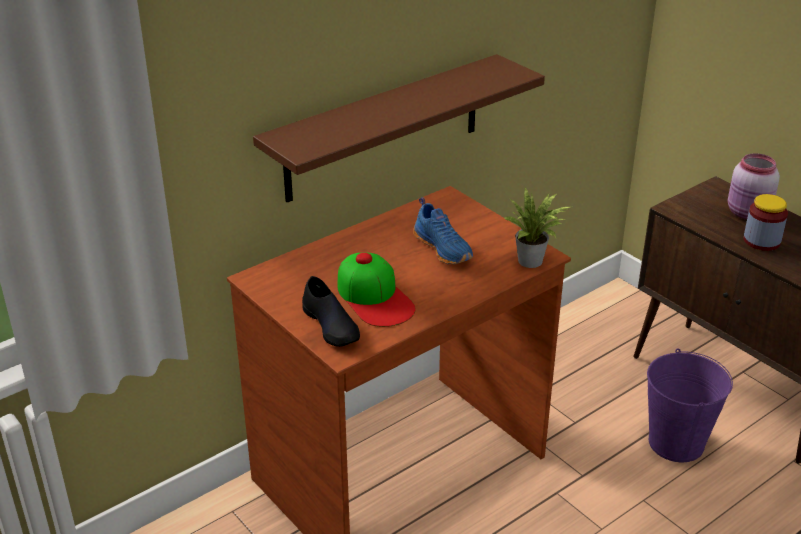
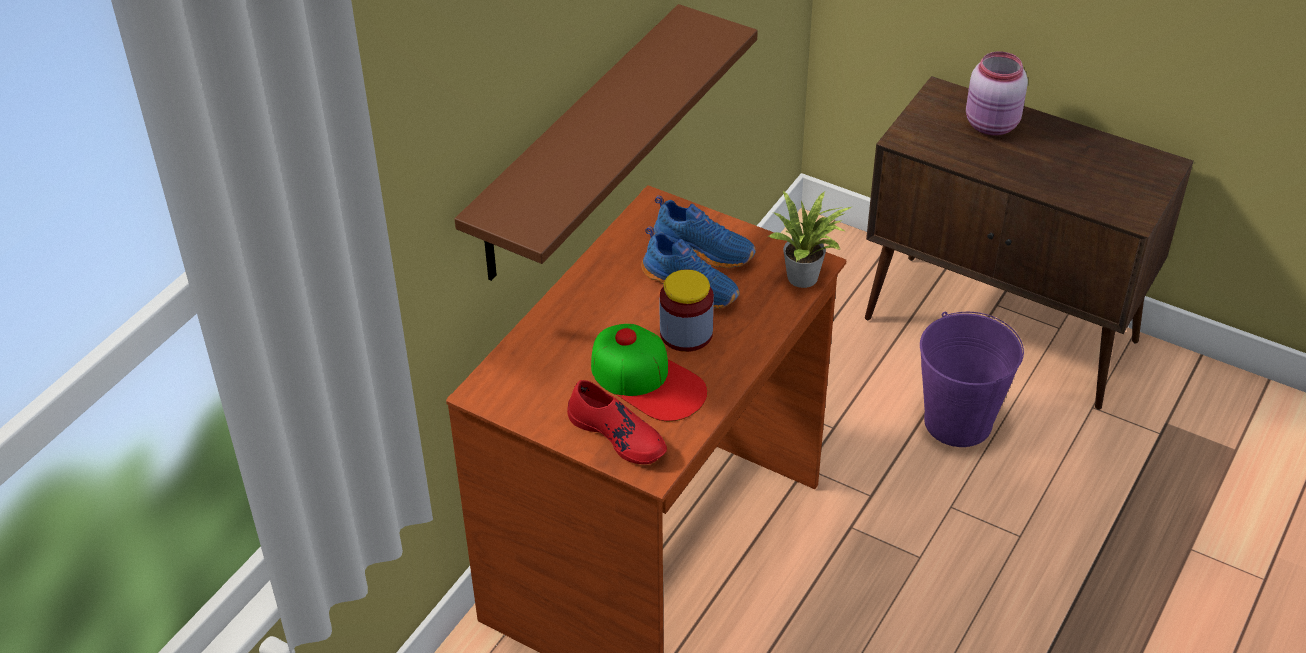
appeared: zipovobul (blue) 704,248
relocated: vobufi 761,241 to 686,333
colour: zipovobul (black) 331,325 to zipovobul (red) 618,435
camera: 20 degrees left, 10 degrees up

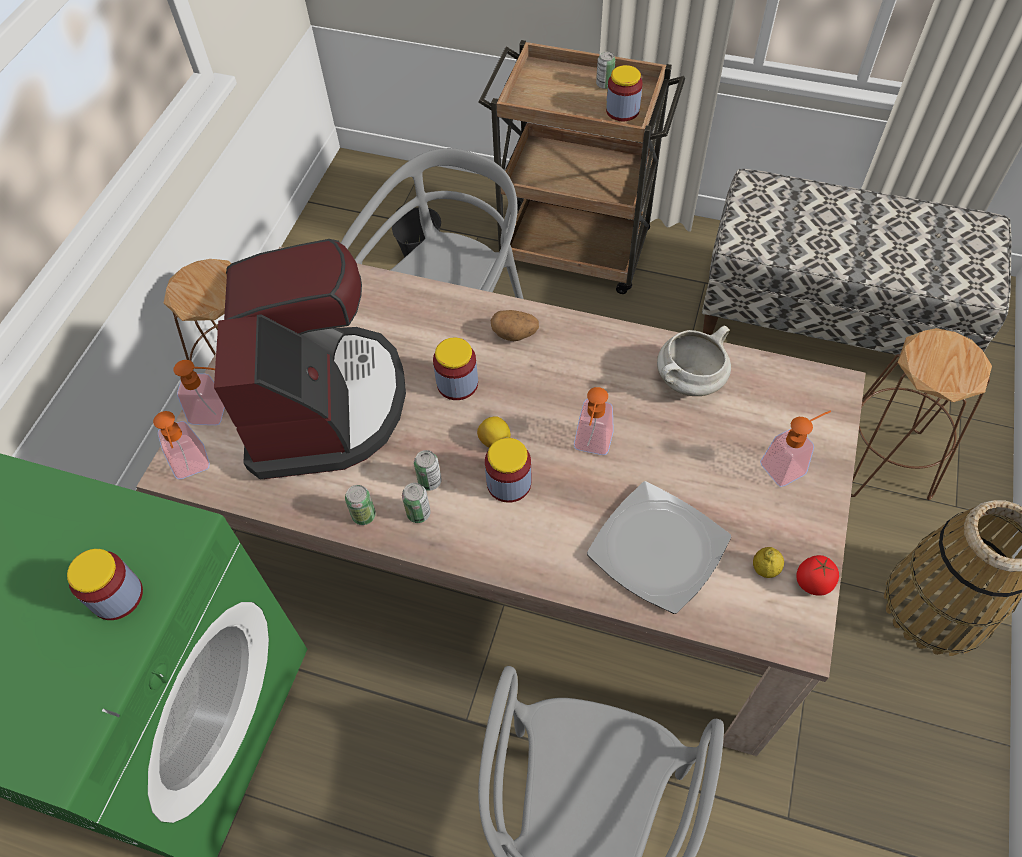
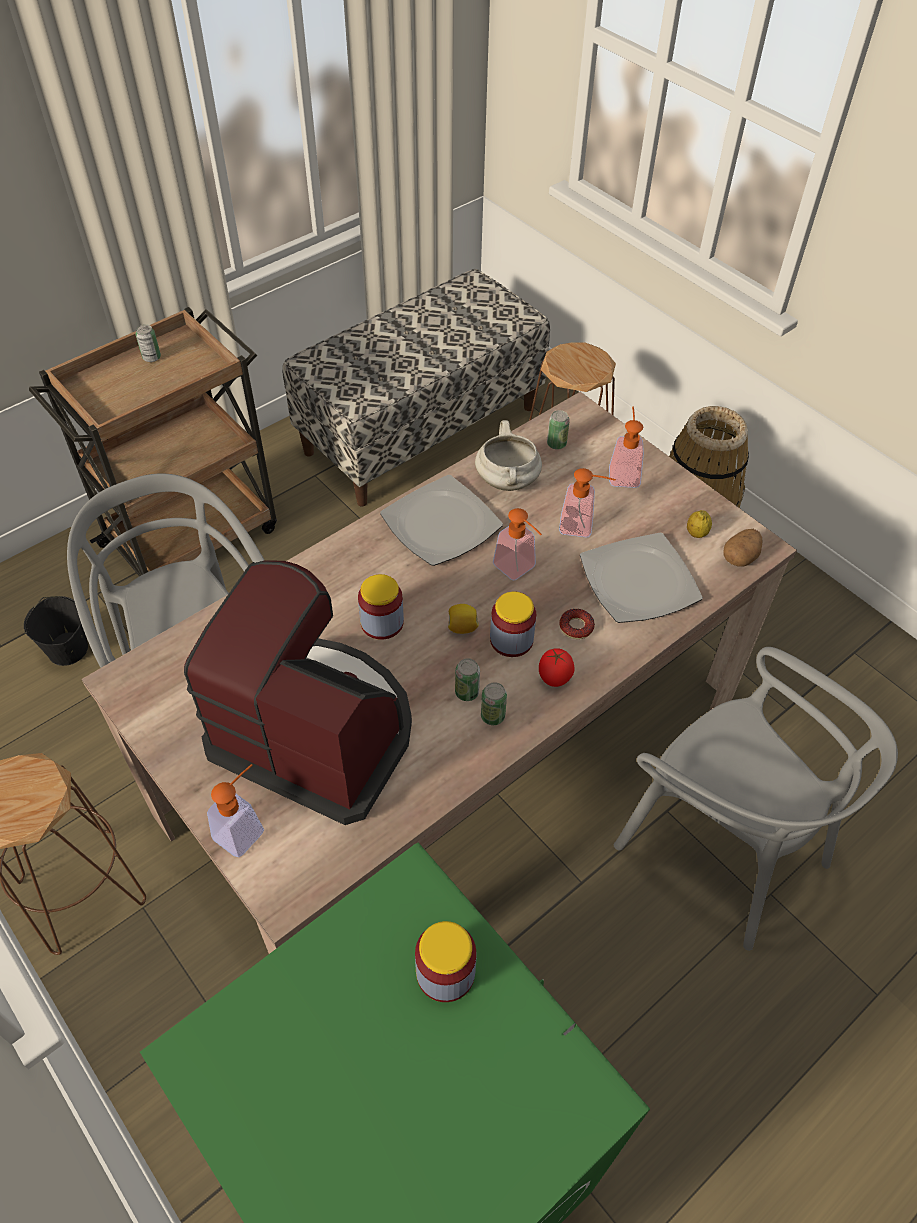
missing: vobufi 622,110
appeared: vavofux 442,524; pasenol 576,627
relocated: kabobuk 192,468 to 583,526; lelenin 364,515 to 556,444; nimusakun 515,334 to 740,557; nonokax 812,583 to 554,678
camera: 60 degrees left, 5 degrees down

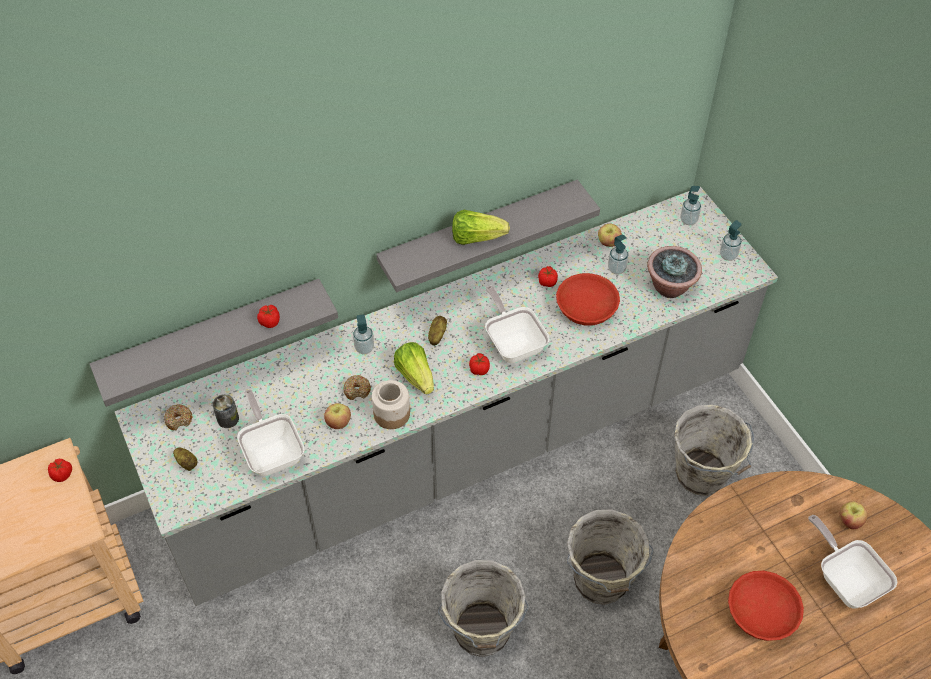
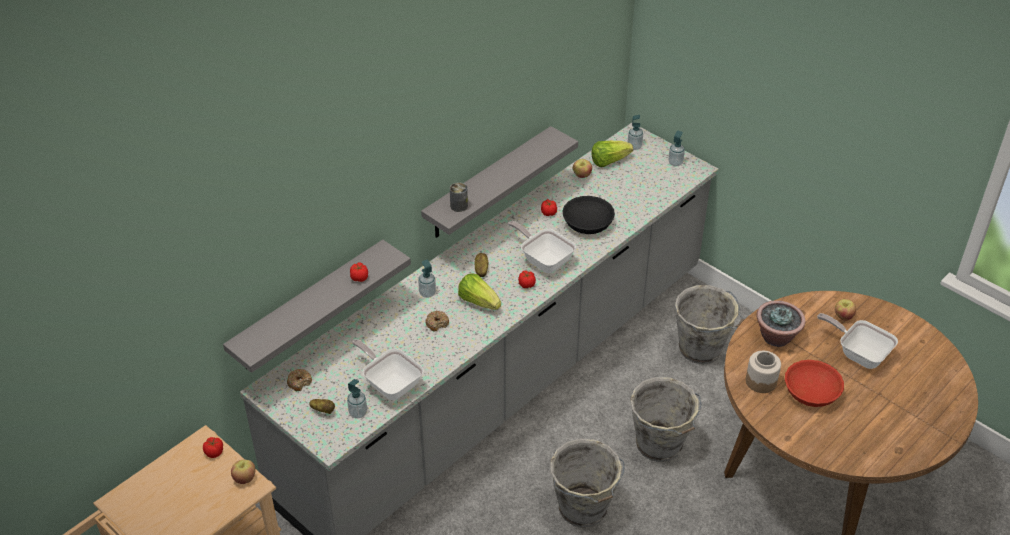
relocated: lelenin 228,419 to 459,206; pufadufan 338,422 to 244,478; vobufi 392,413 to 761,381; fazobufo 476,237 to 609,161; kabobuk 616,269 to 358,413; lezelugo 670,287 to 776,337
colour: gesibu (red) 586,308 to gesibu (black) 587,223
camera: 20 degrees left, 10 degrees down

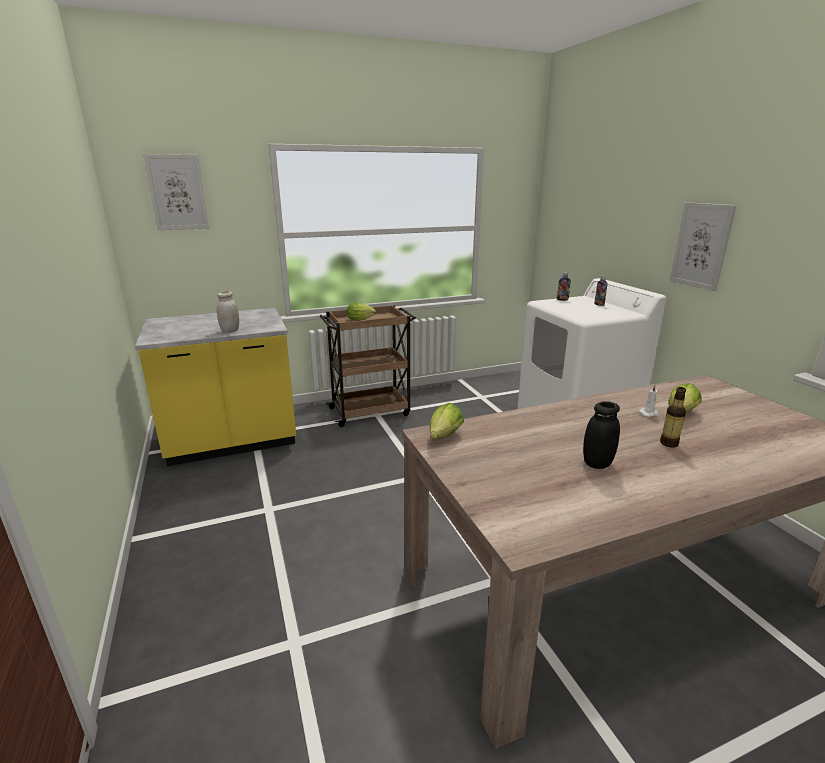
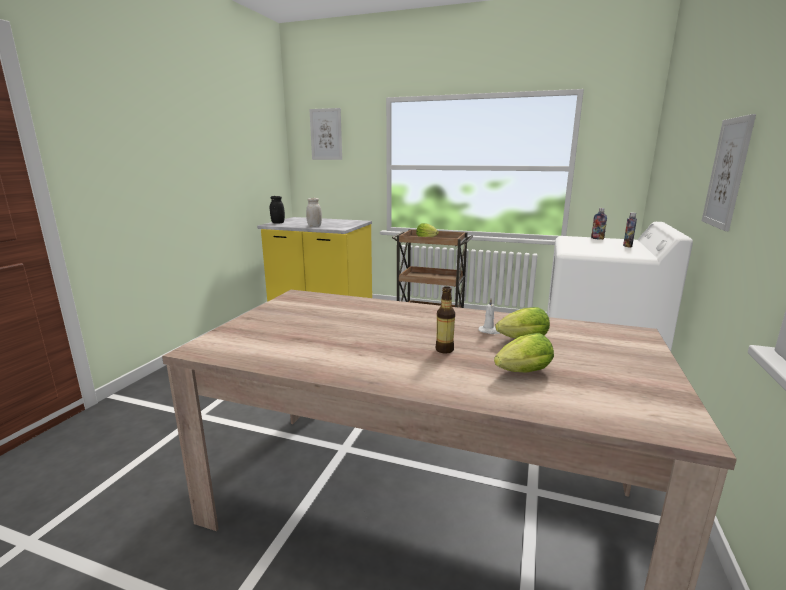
relocated: fazobufo 443,438 to 521,373; vobufi (black) 597,463 to 278,223
camera: 40 degrees right, 5 degrees down

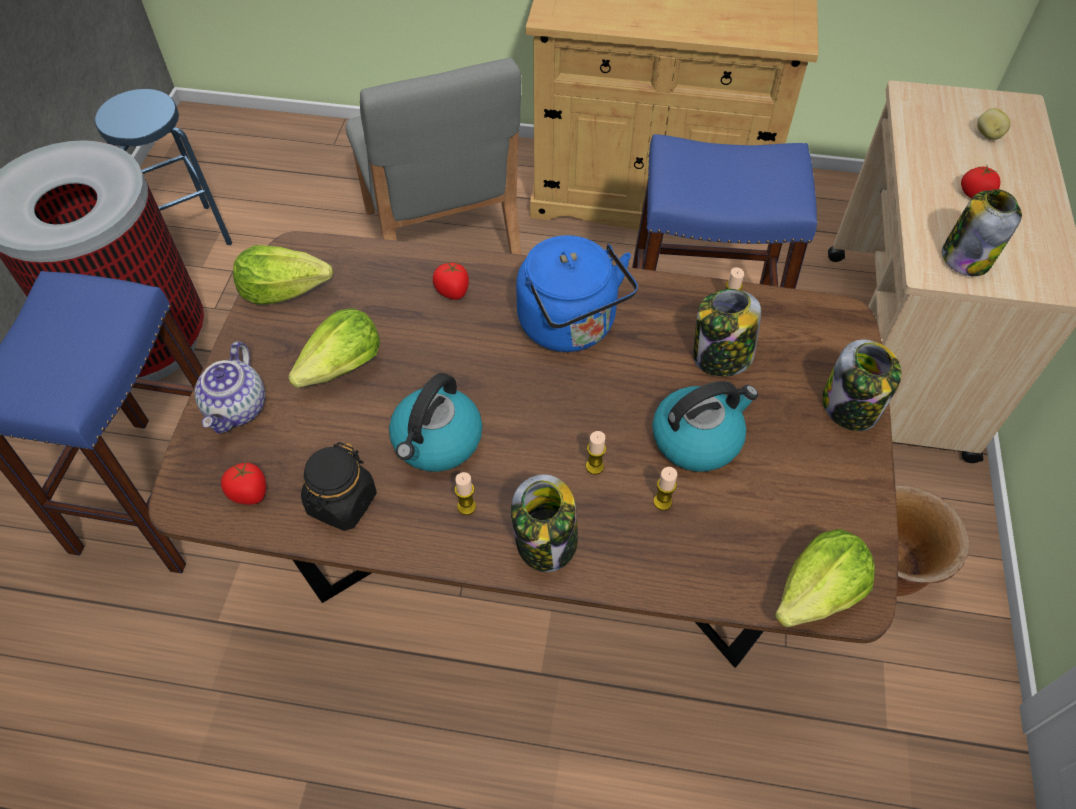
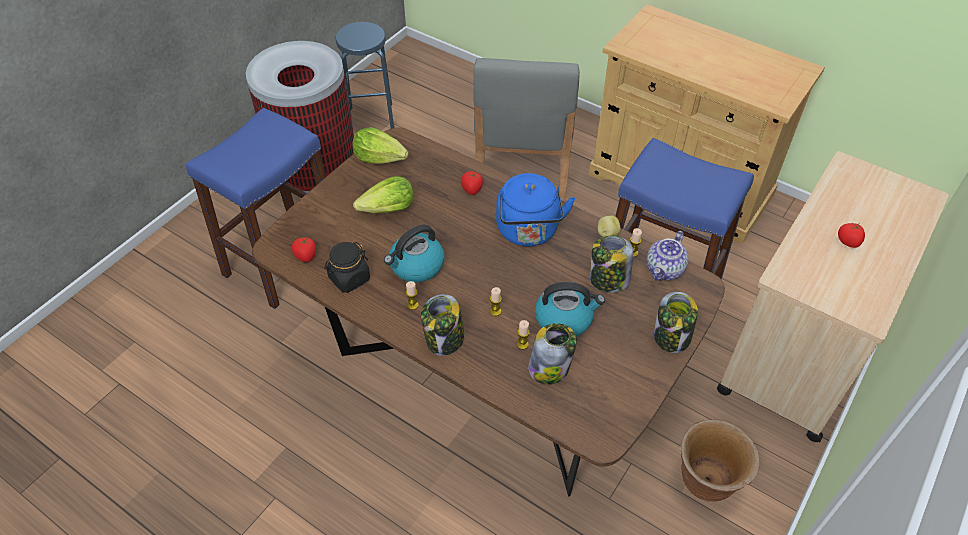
missing: fazobufo 817,593
relocated: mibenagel 238,409 to 665,270; vobufi 966,257 to 549,367; nimusakun 987,135 to 607,234
camera: 25 degrees right, 5 degrees down

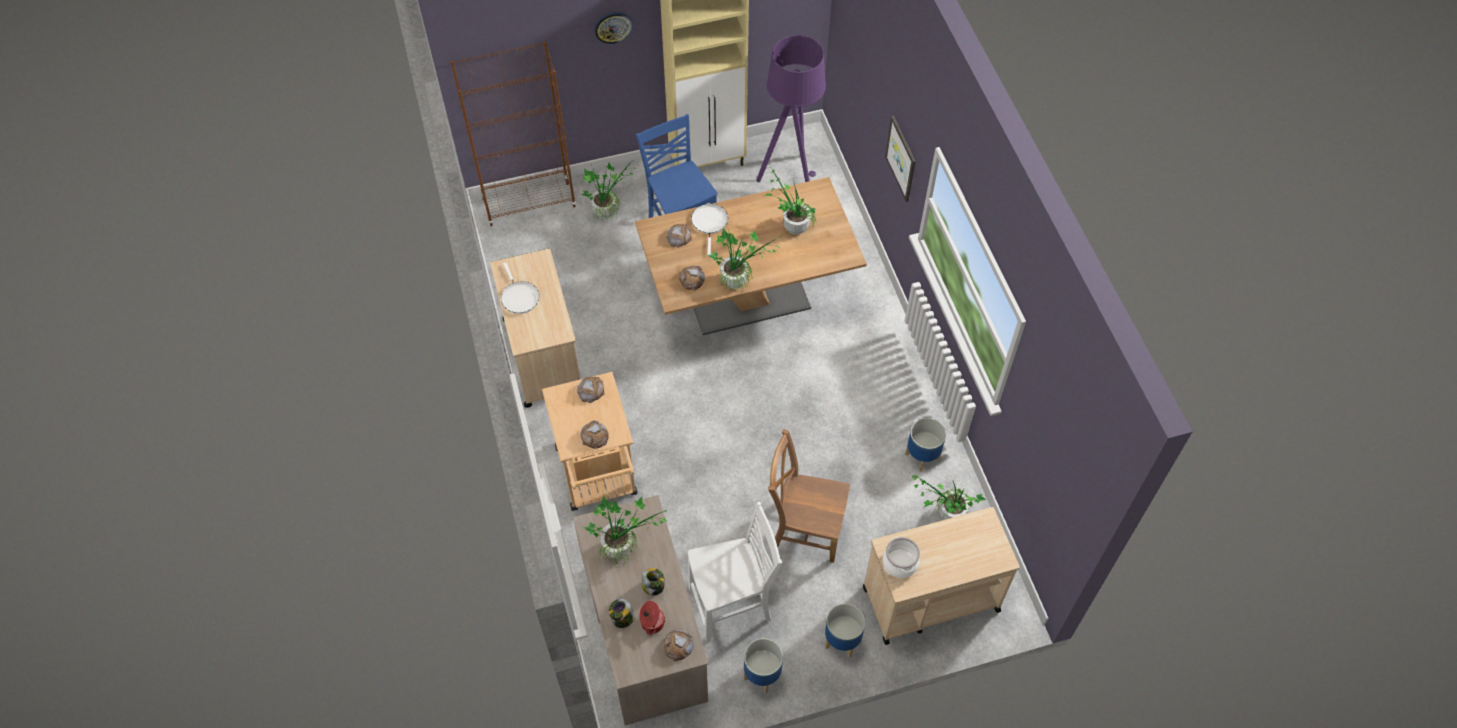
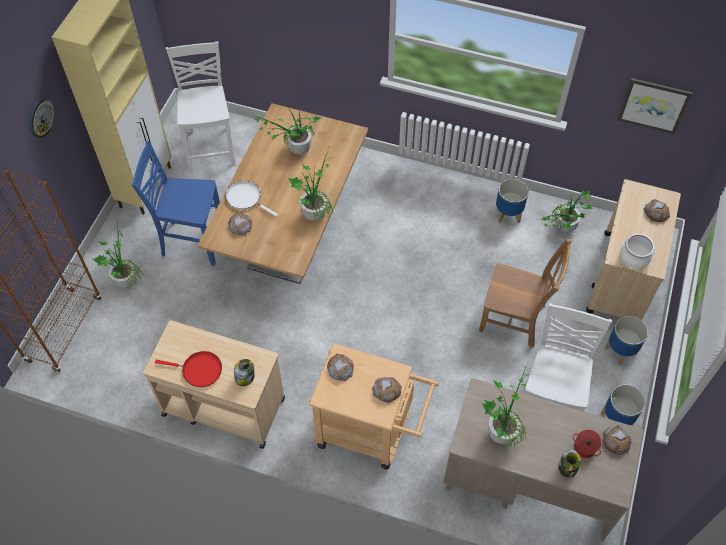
relocated: vobufi 653,586 to 245,377; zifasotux 692,279 to 656,212; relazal 902,158 to 653,105
exchanged: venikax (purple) 790,178 to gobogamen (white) 211,146
colour: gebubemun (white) 519,297 to gebubemun (red) 199,370
spun: gobogamen (brown) 804,528 = 515,319 120 degrees counterclockwise
camera: 55 degrees left, 0 degrees up

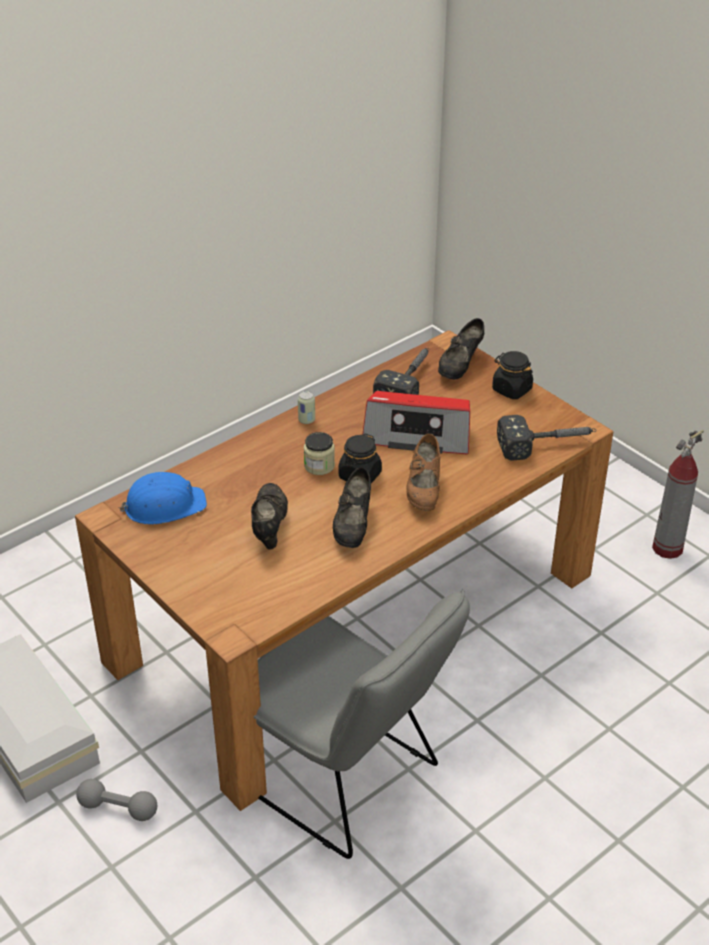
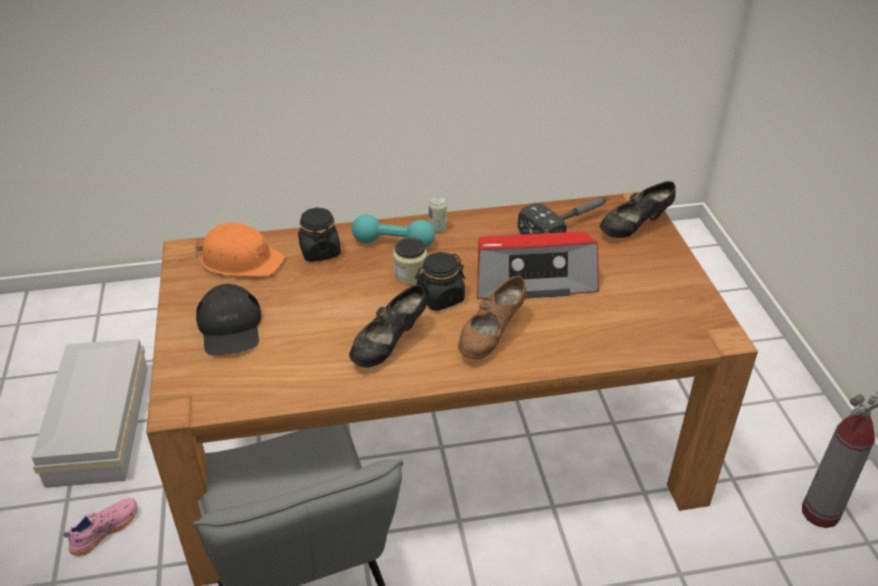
missing: zipovobul (black) 269,526; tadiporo 548,444
appeared: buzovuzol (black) 230,327; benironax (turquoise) 393,243
relocated: vobufi (black) 511,389 to 320,251
exchanged: benironax (grey) 118,808 to zipovobul (pink) 104,530
colour: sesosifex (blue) 164,506 to sesosifex (orange) 241,260
spun: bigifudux 418,434 = 533,279 45 degrees counterclockwise
camera: 30 degrees right, 0 degrees up

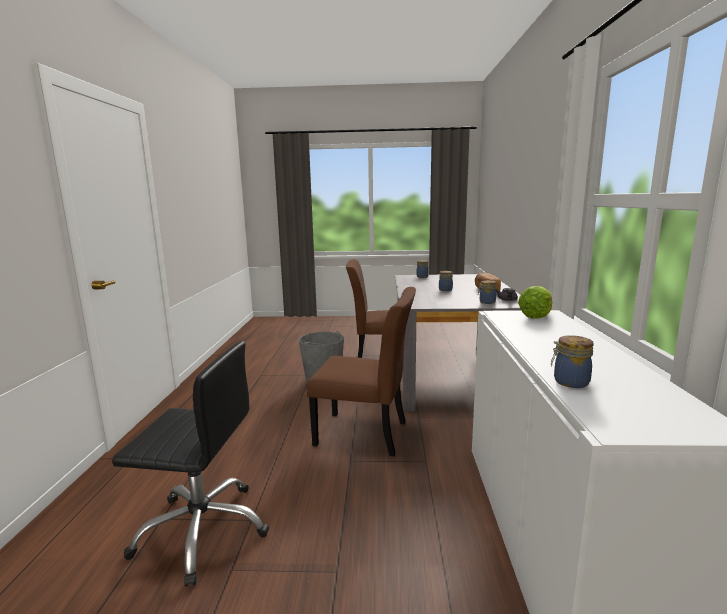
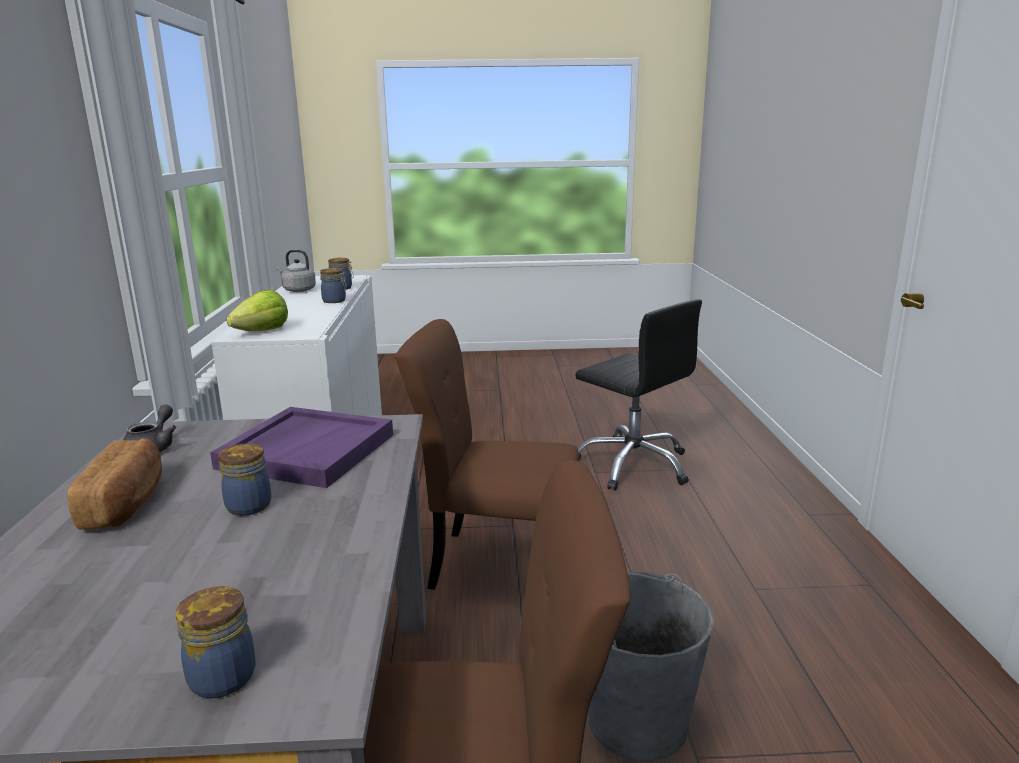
appeared: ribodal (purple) 307,450; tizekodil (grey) 297,290
relocated: vobufi 486,302 to 335,301
spun: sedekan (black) 203,529 = 633,465 135 degrees counterclockwise
camera: 175 degrees right, 5 degrees up

